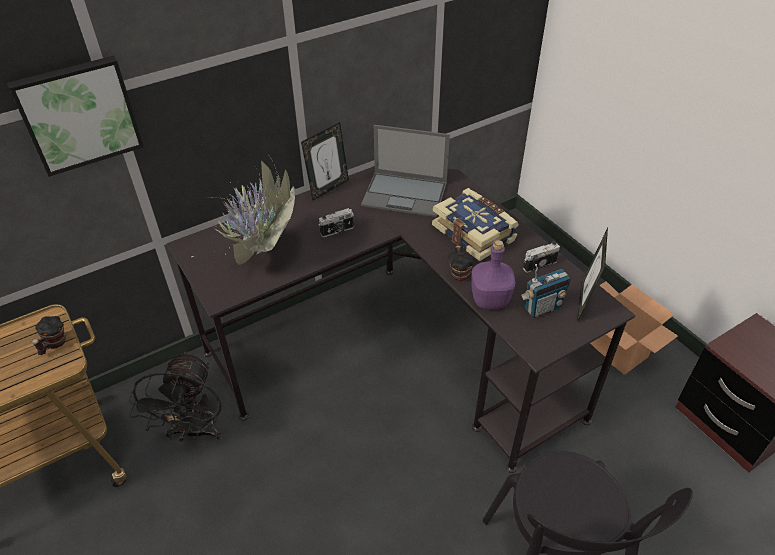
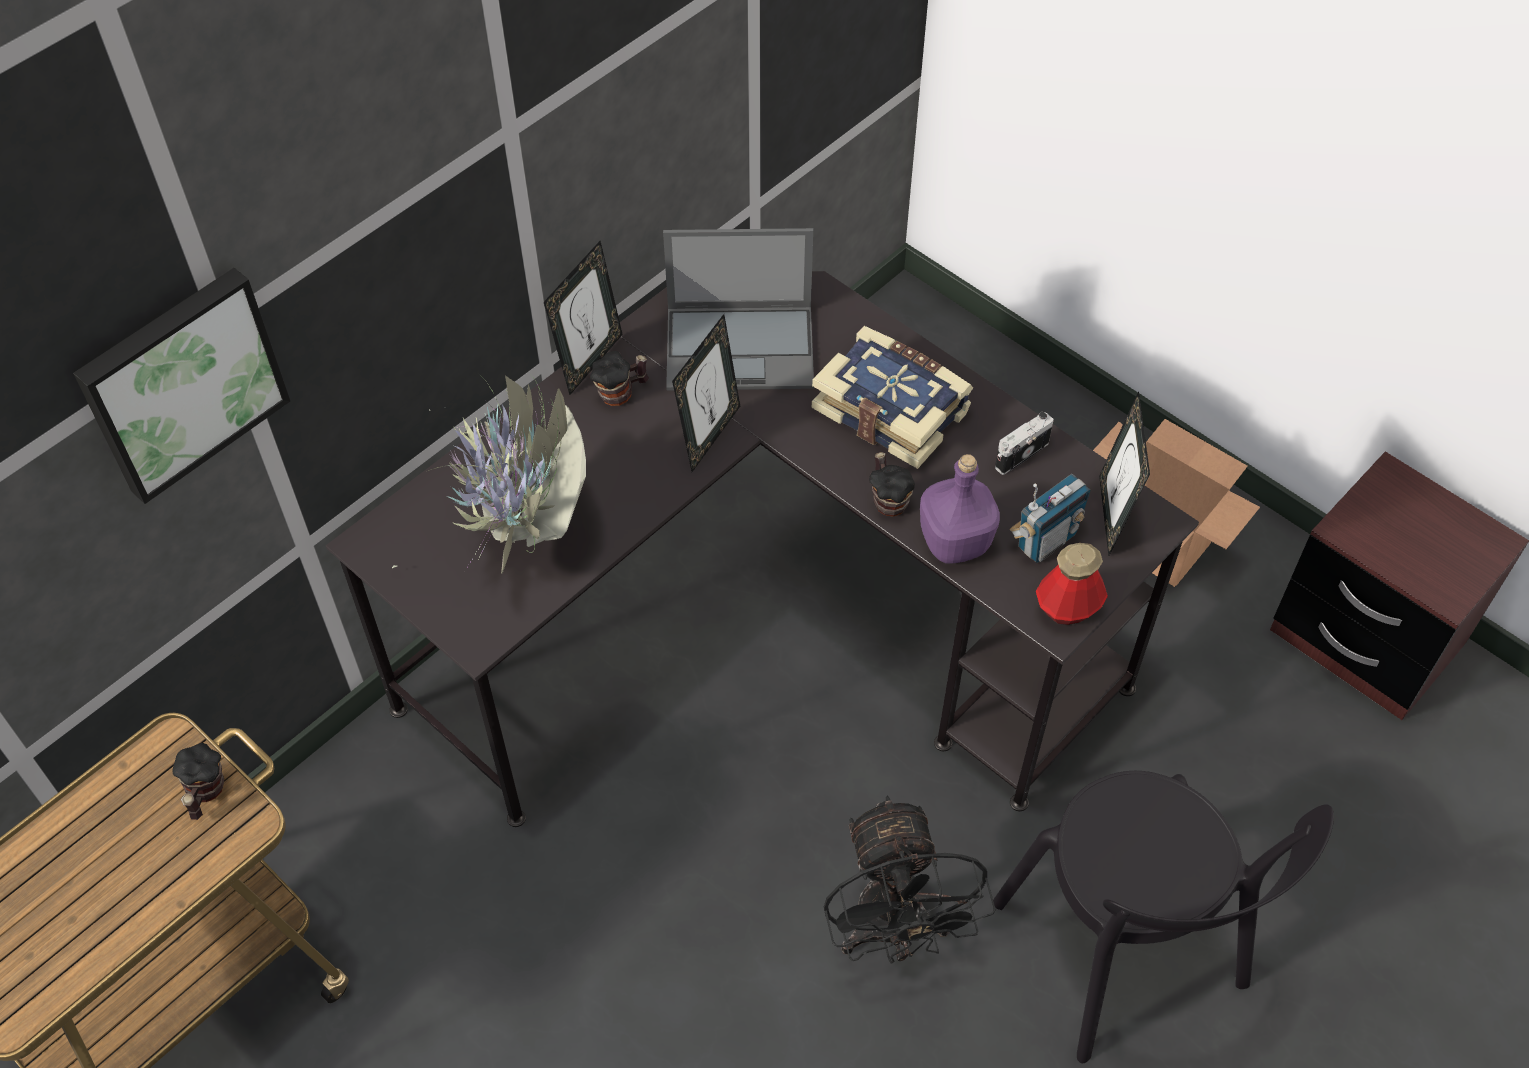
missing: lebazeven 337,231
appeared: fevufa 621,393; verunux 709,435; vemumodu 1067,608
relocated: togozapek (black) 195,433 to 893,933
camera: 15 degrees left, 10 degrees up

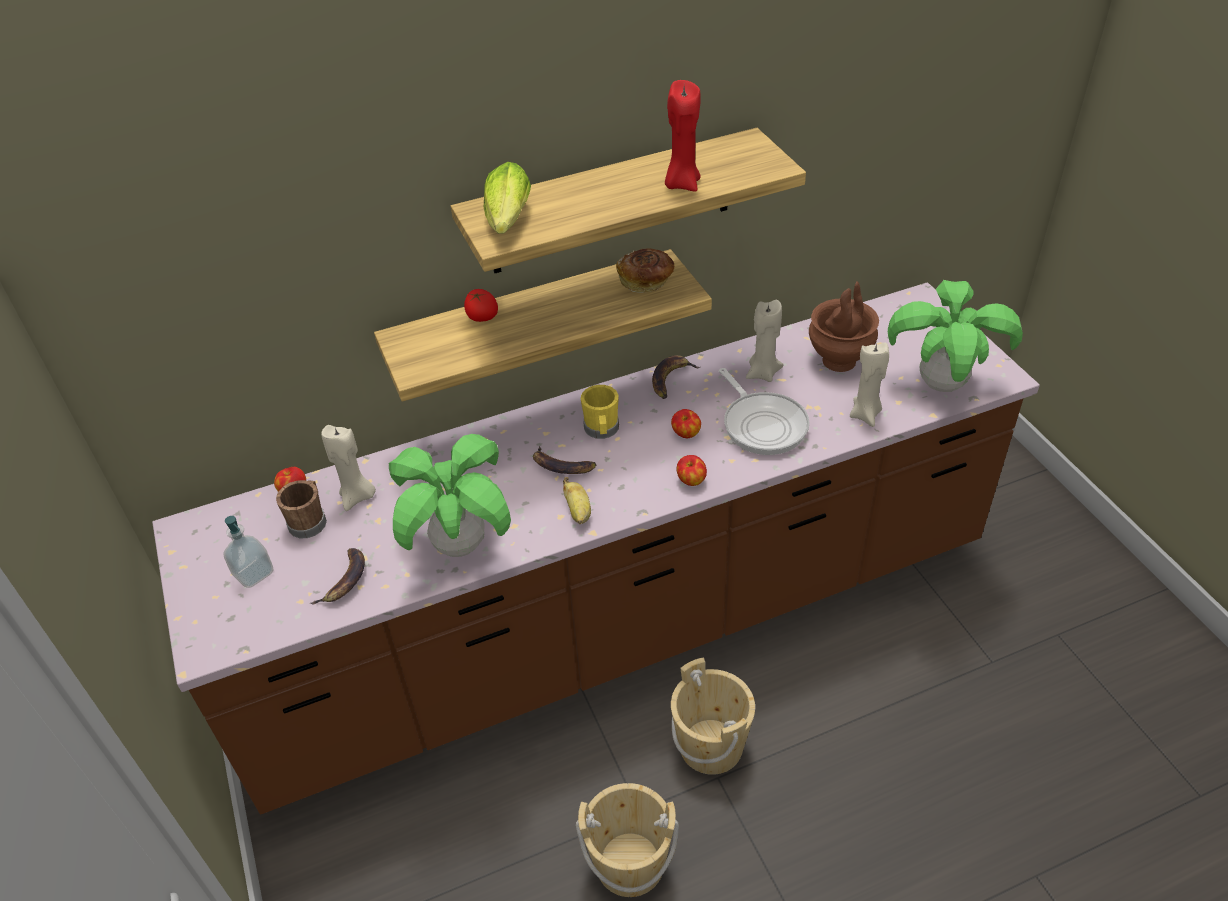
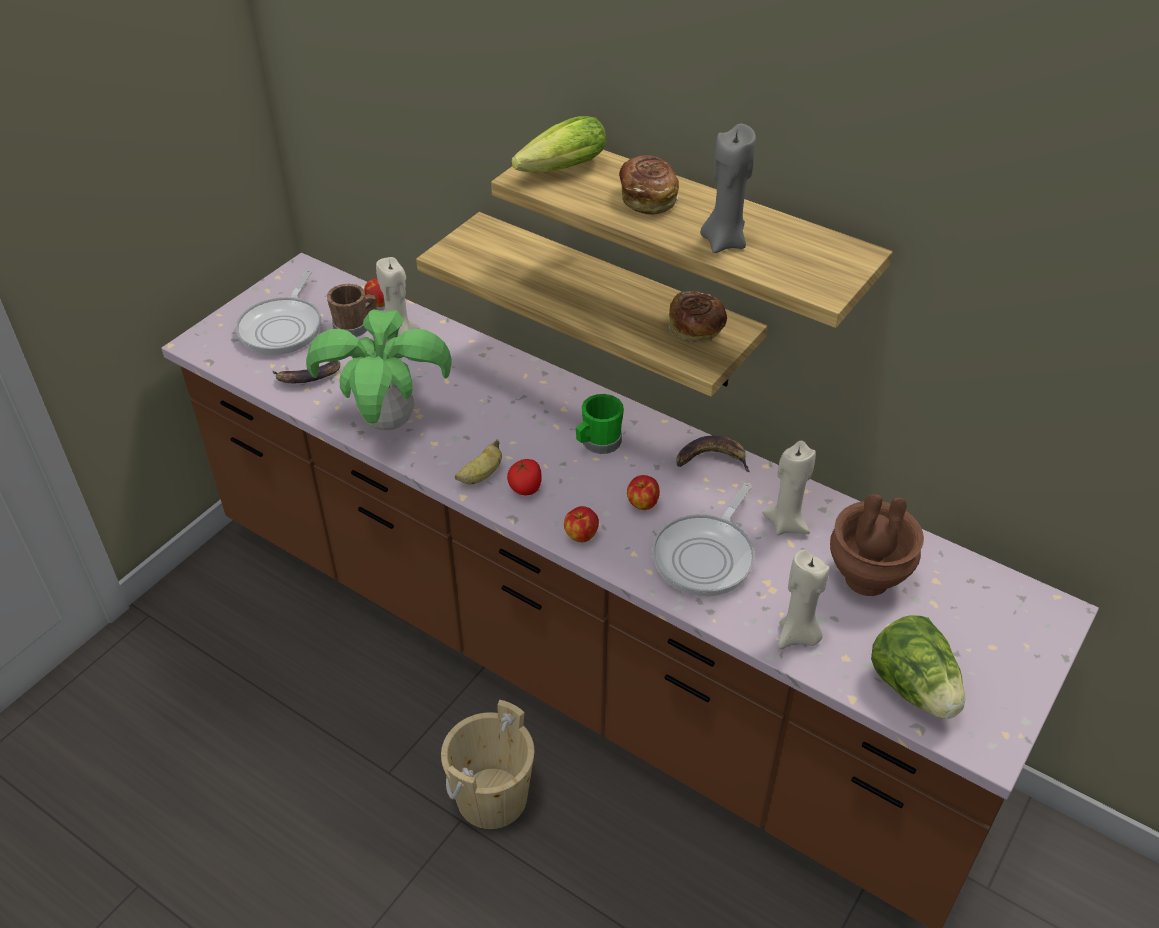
missing: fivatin 561,466; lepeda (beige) 630,863
appeared: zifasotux 648,198
relocated: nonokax 482,317 to 525,488
exchanged: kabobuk 253,573 to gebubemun 283,327; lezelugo 941,384 to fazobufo 914,687
colour: fevufa (yellow) 602,430 to fevufa (green) 598,443; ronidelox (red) 682,184 to ronidelox (grey) 724,242
camera: 55 degrees right, 0 degrees up

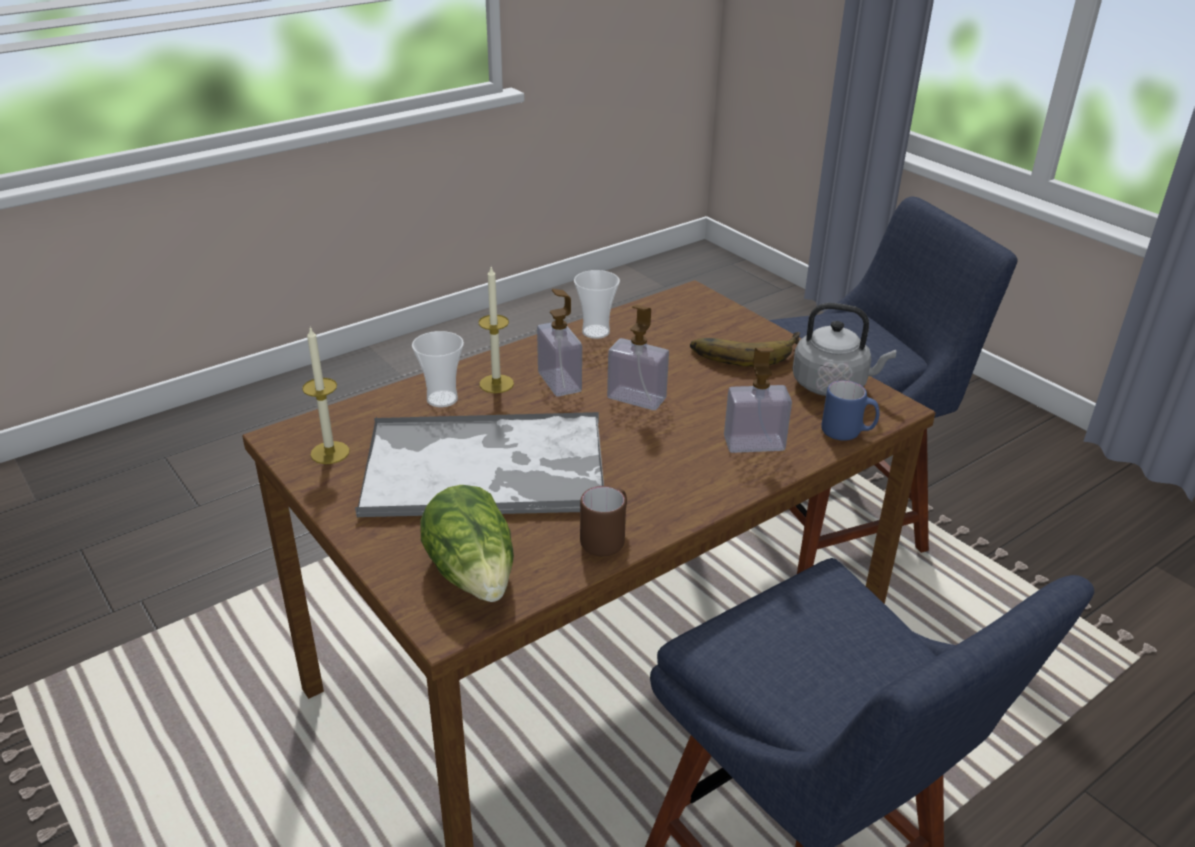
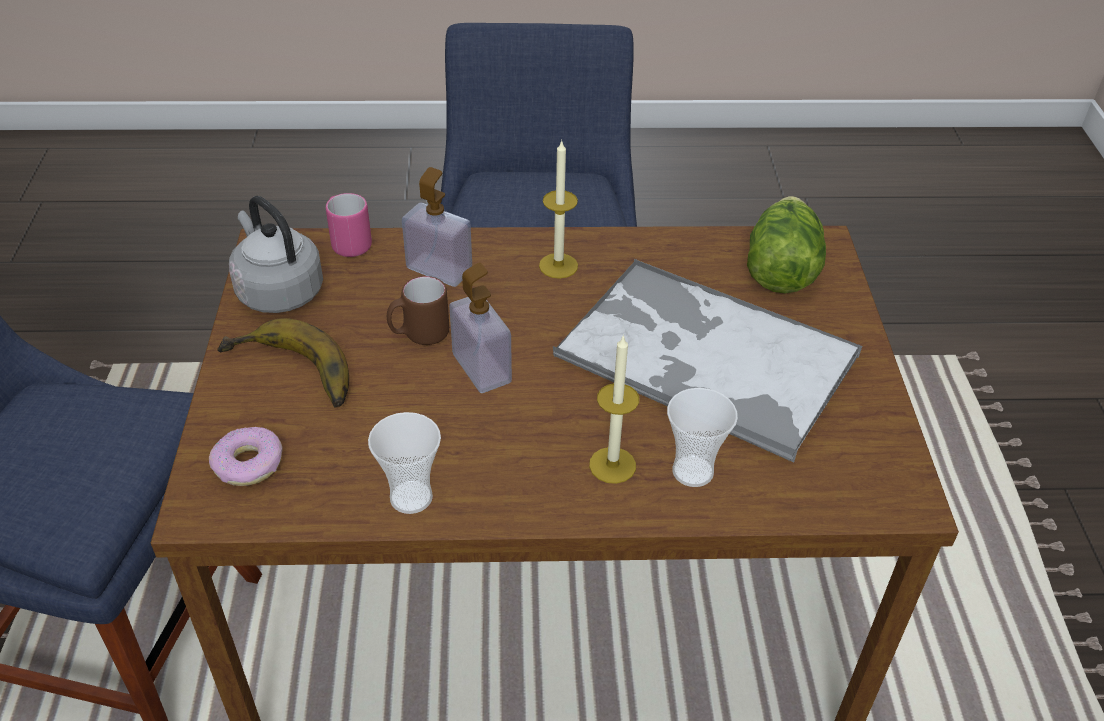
missing: kabobuk 559,382
appeared: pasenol 249,464
relocated: ronidelox 330,452 to 558,266; fevufa (brown) 607,539 to 419,335
colour: fevufa (blue) 847,433 to fevufa (pink) 348,242
camera: 145 degrees left, 10 degrees up

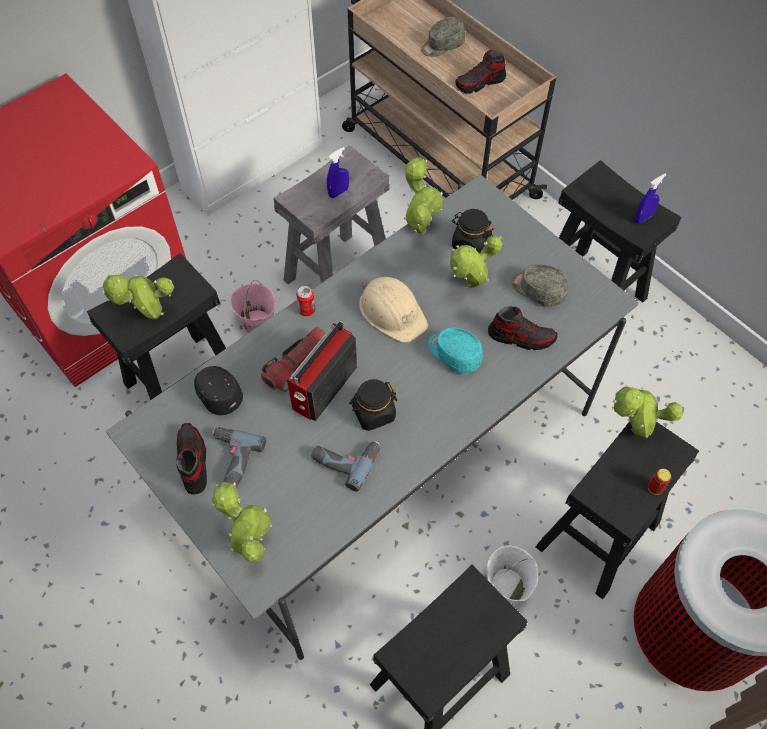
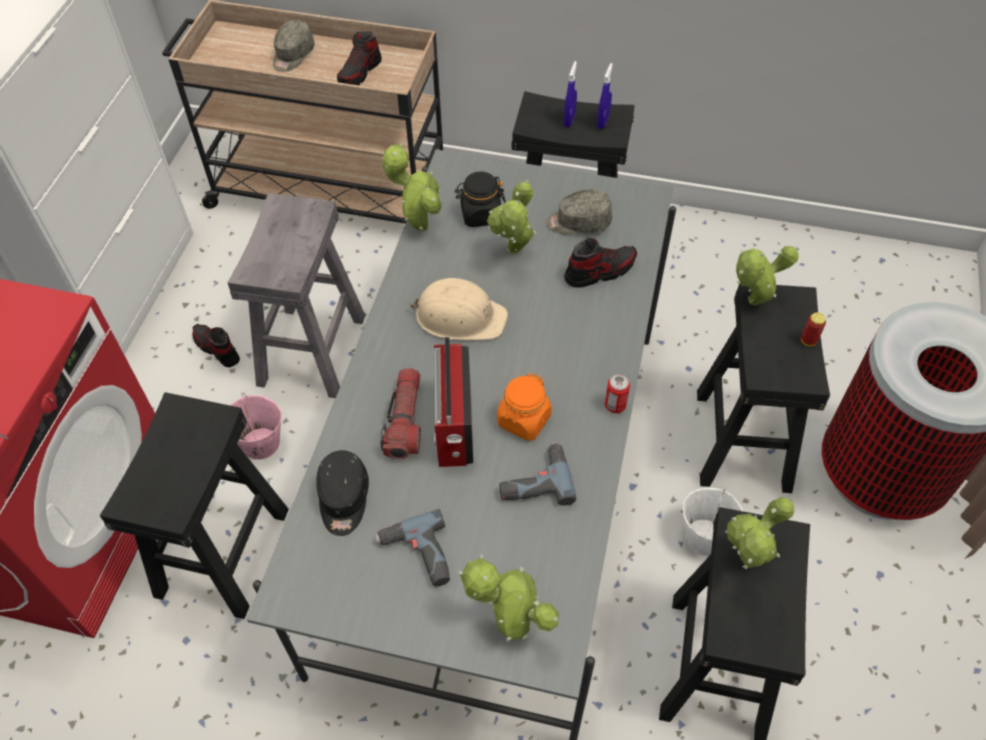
missing: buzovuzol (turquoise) 453,353
relocated: lezelugo 151,317 to 746,562; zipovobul 192,462 to 217,349; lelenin 307,310 to 615,405; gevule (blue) 338,192 to 569,120
colour: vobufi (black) 373,413 to vobufi (orange) 523,420
spun: buzovuzol (black) 217,393 = 343,500 105 degrees counterclockwise
camera: 35 degrees left, 5 degrees down

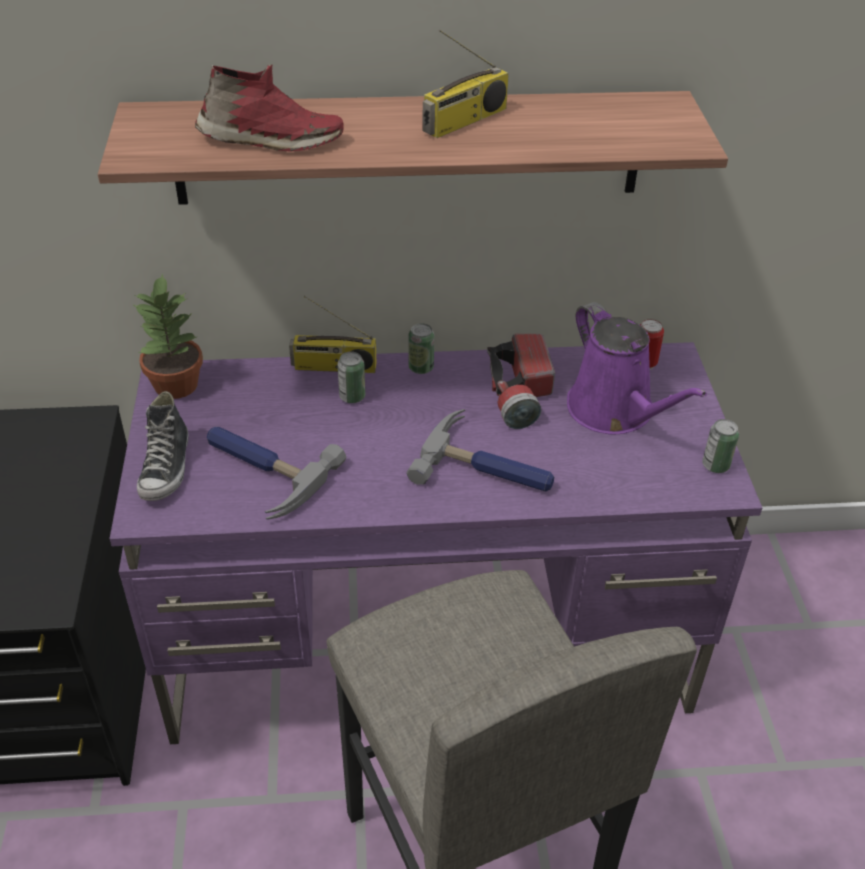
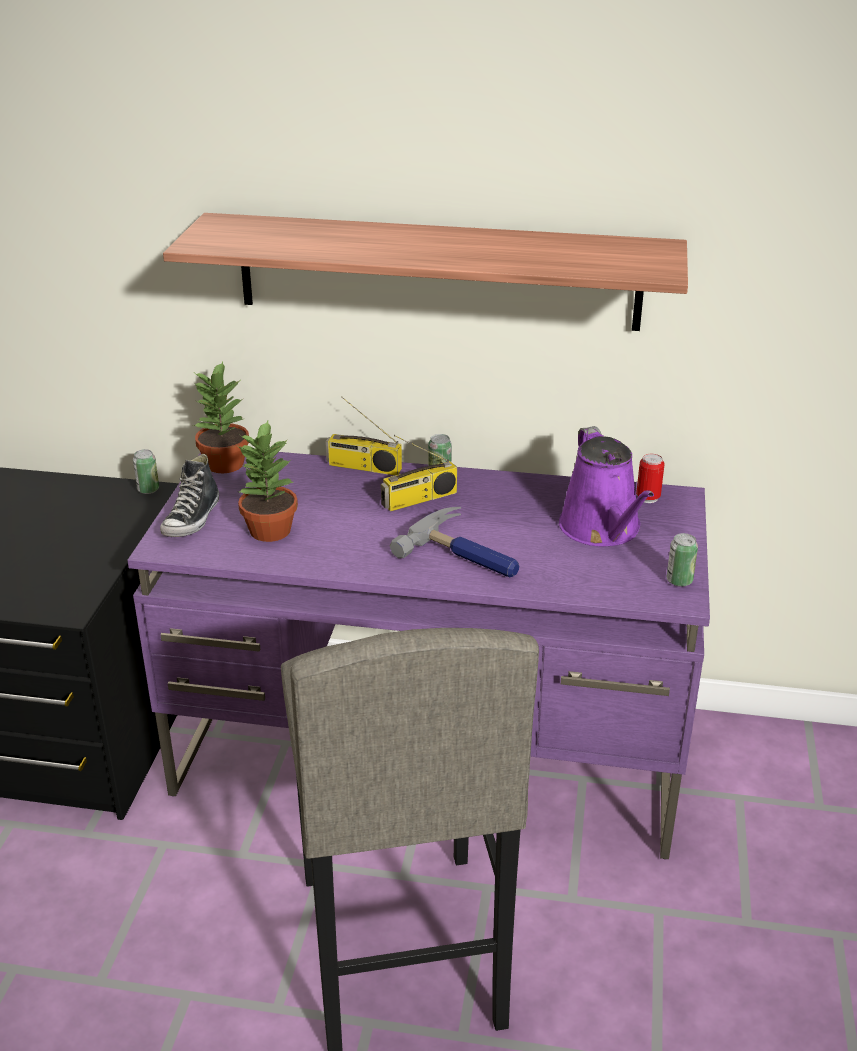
missing: zipovobul (red) 270,140; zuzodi 520,394
relocated: lelenin 352,397 to 148,489; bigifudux 465,121 to 419,499
exchanged: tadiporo 261,470 to lezelugo 269,531
camera: 15 degrees right, 10 degrees down

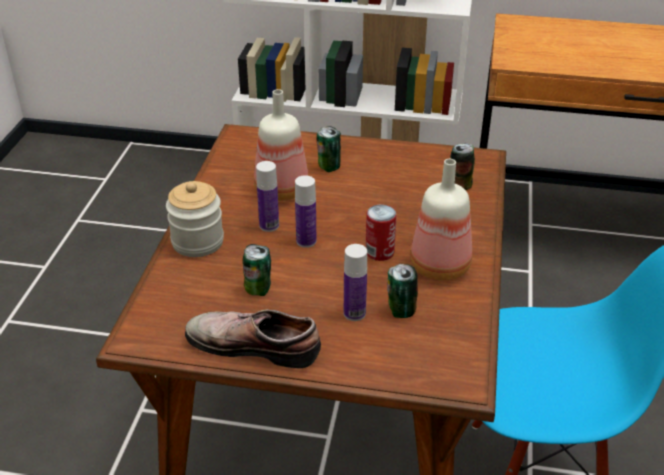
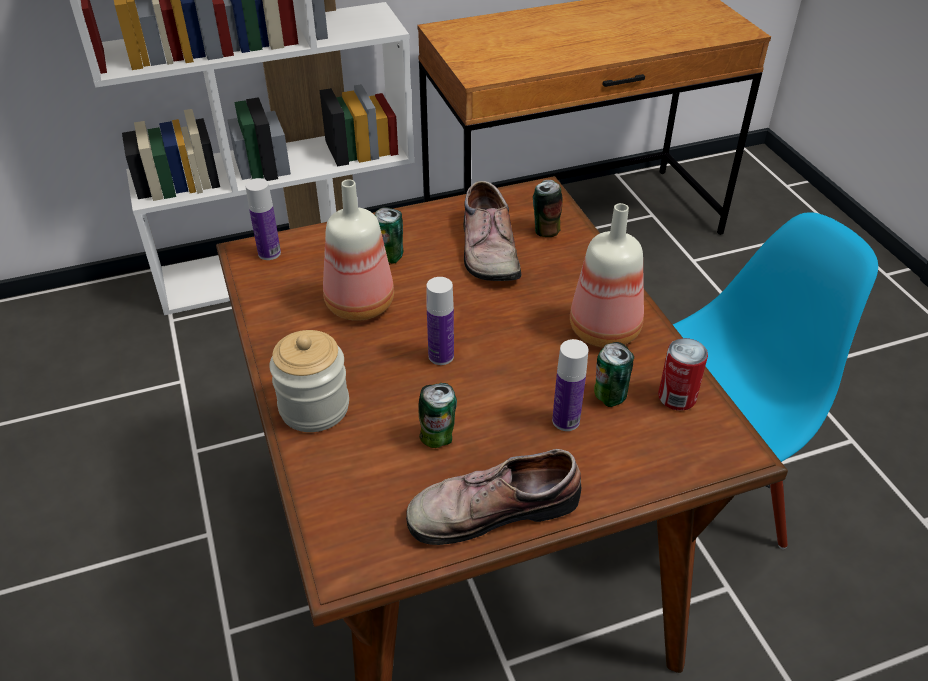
appeared: zipovobul 486,249
relocated: vemumodu 269,225 to 269,253; lelenin 379,252 to 677,397
camera: 30 degrees left, 5 degrees up

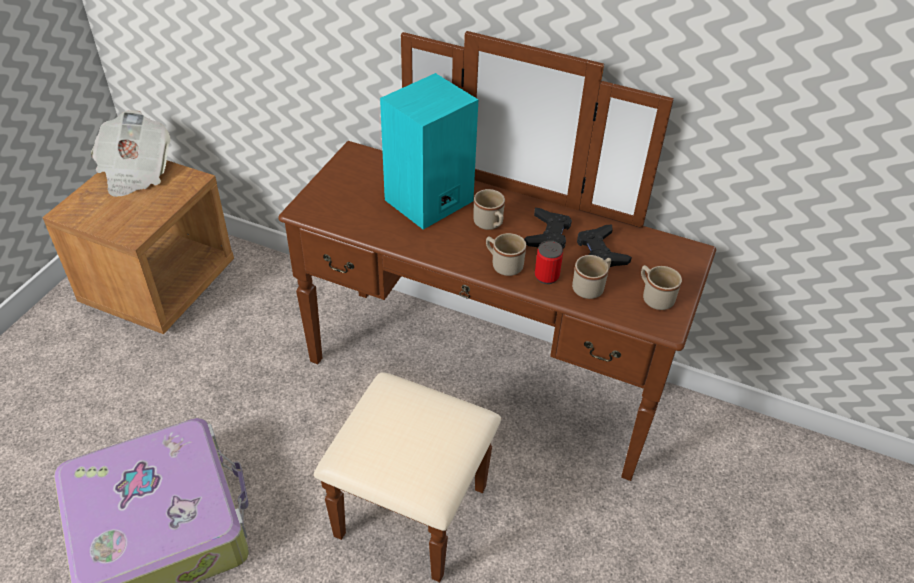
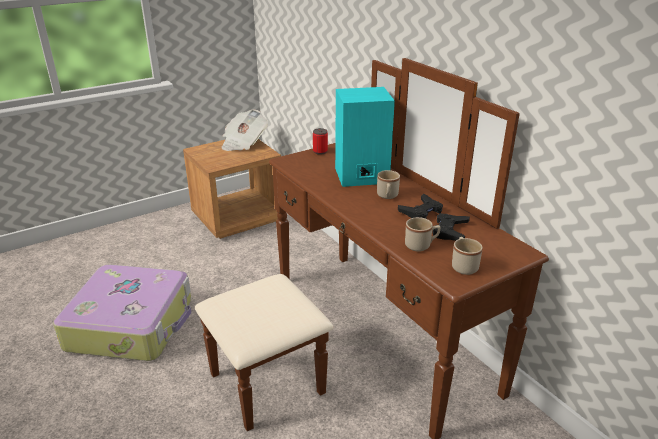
missing: fevufa (beige) 503,265
relocated: lelenin 546,276 to 320,151
camera: 35 degrees right, 15 degrees down

